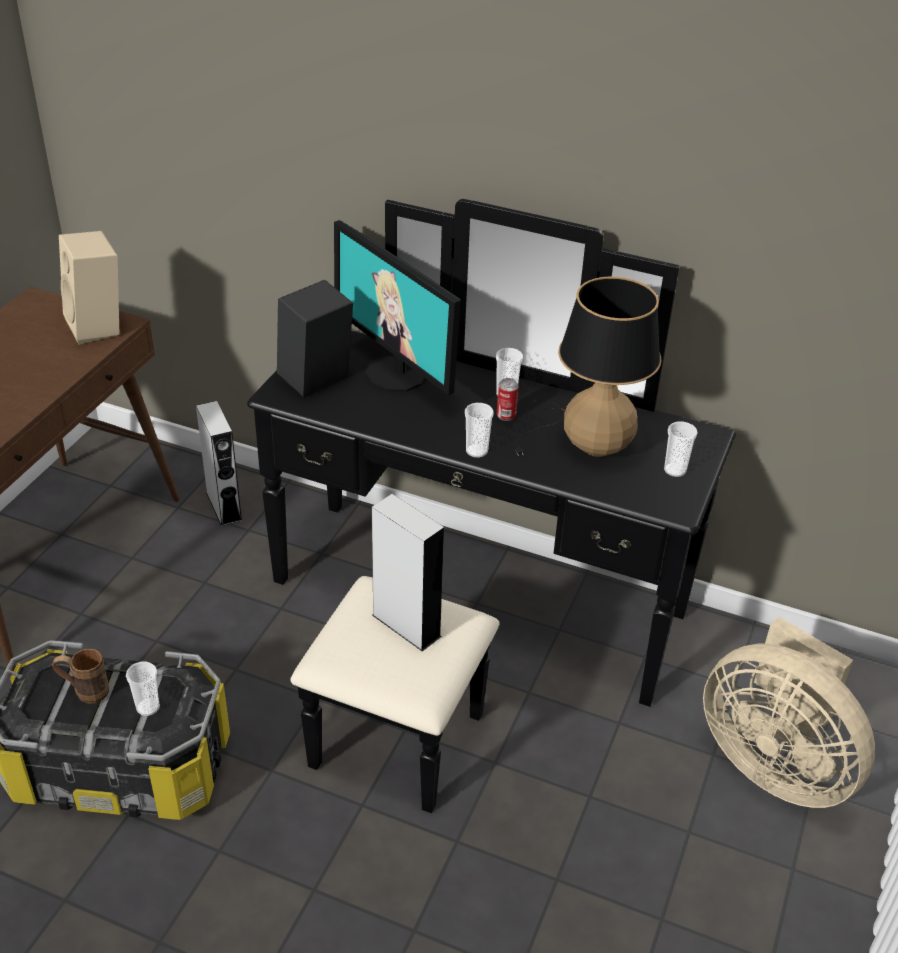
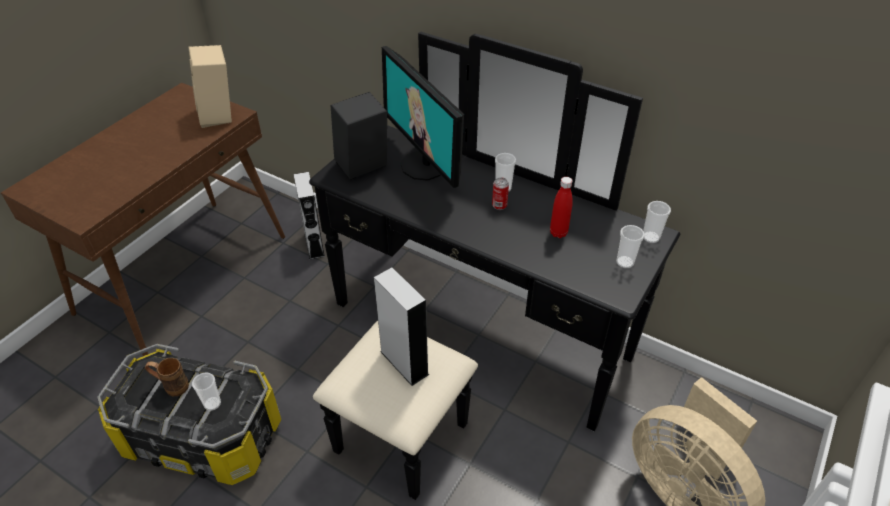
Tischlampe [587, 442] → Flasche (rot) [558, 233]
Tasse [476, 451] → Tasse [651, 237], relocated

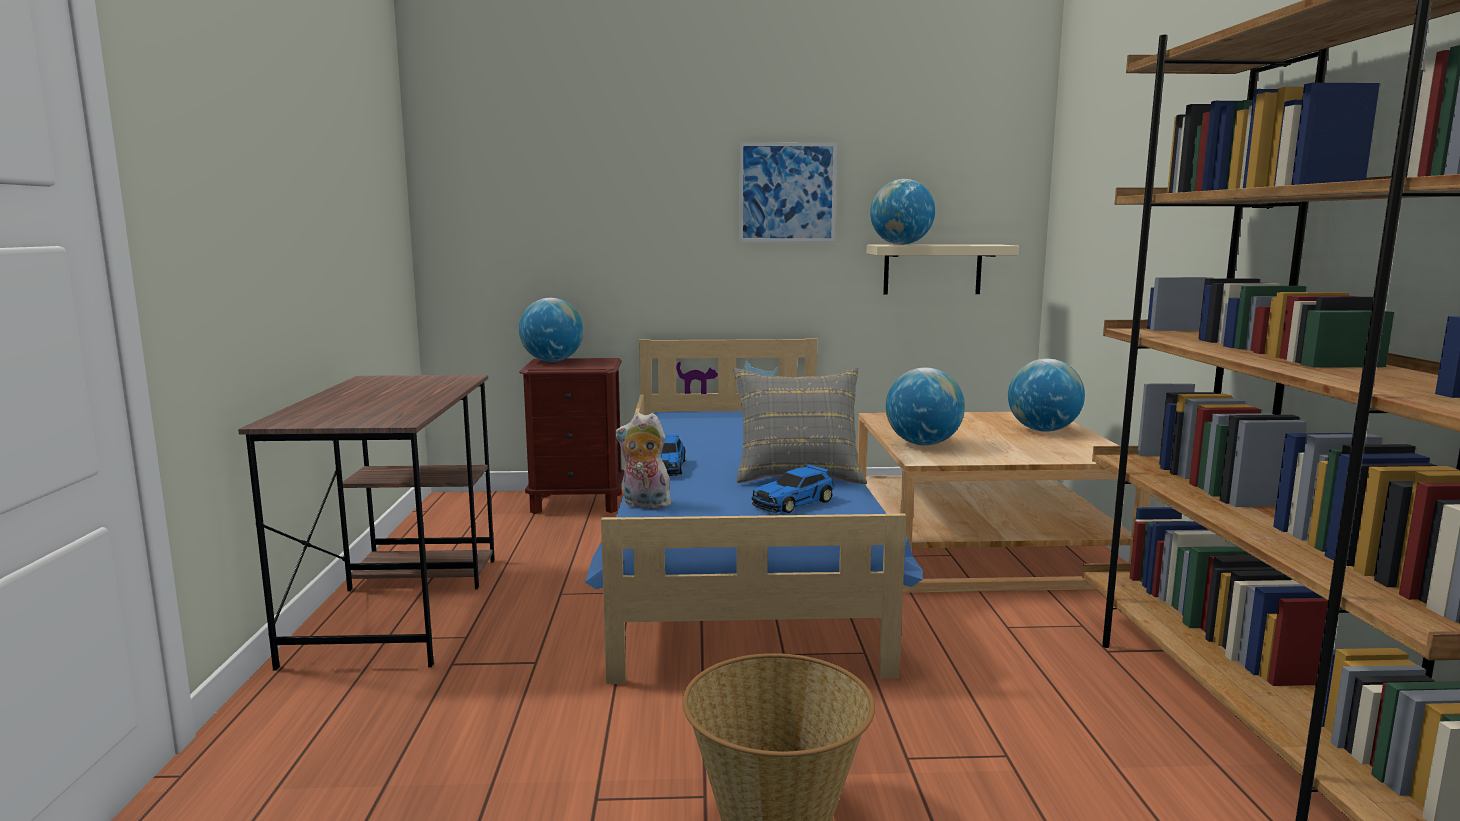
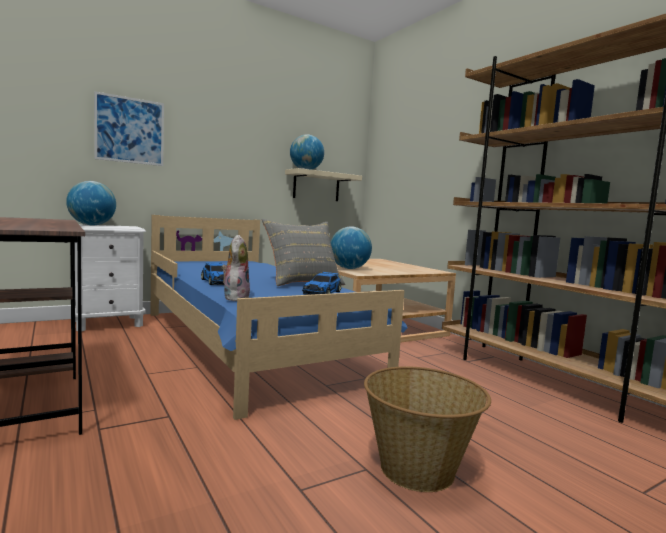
Nachttisch (braun) [577, 503] → Nachttisch (weiß) [109, 323]
Bild [787, 192] → Bild [130, 130], relocated
Plüschtier [644, 505] → Plüschtier [235, 297], 105 degrees clockwise
Globus [1042, 430] → -

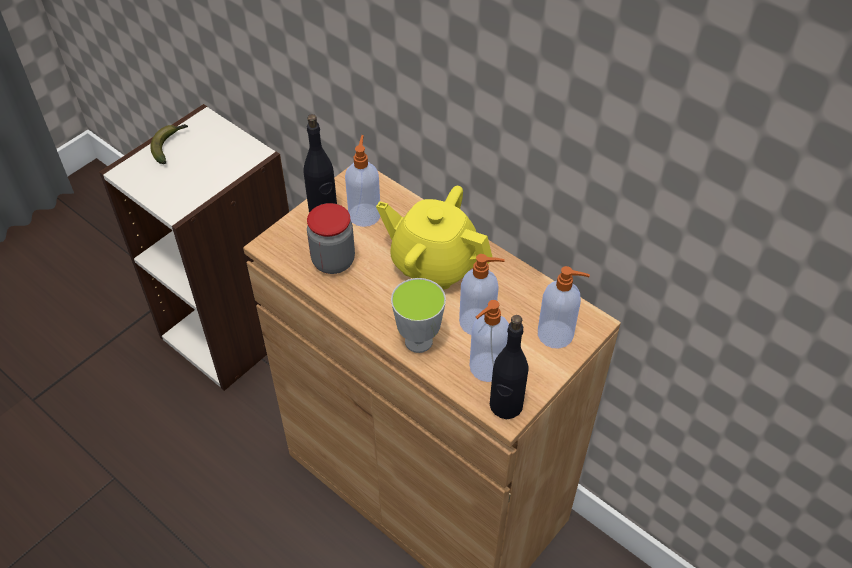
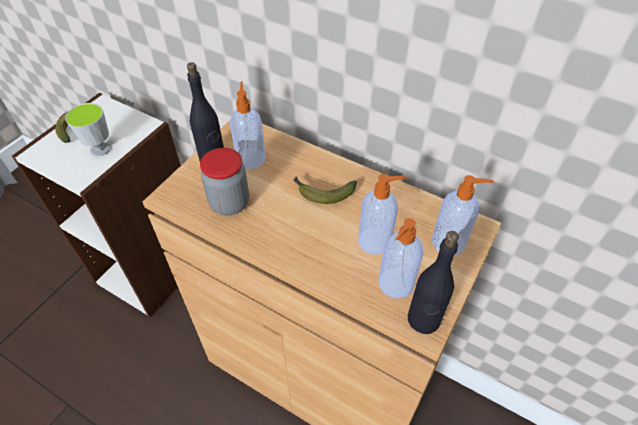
Tasse [418, 341] → Tasse [100, 149], relocated
Teekanne (gelb) [434, 263] → Banane [322, 193]

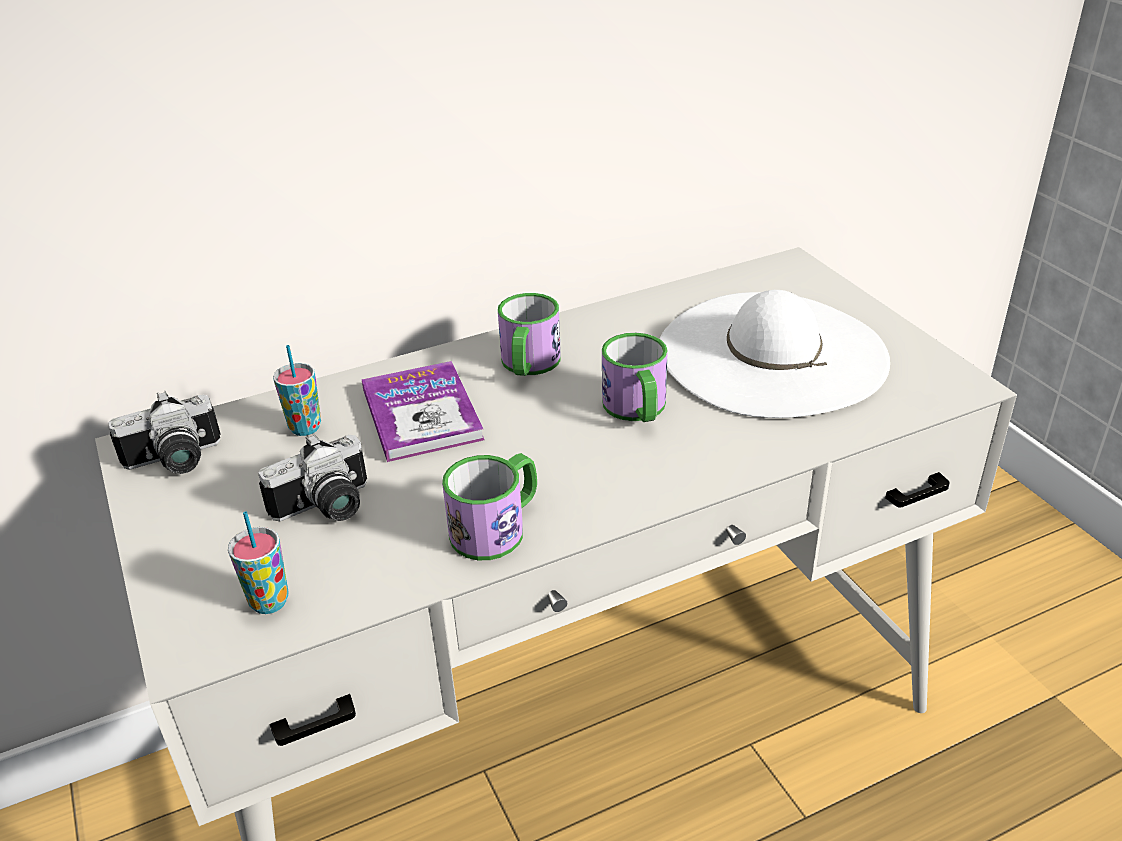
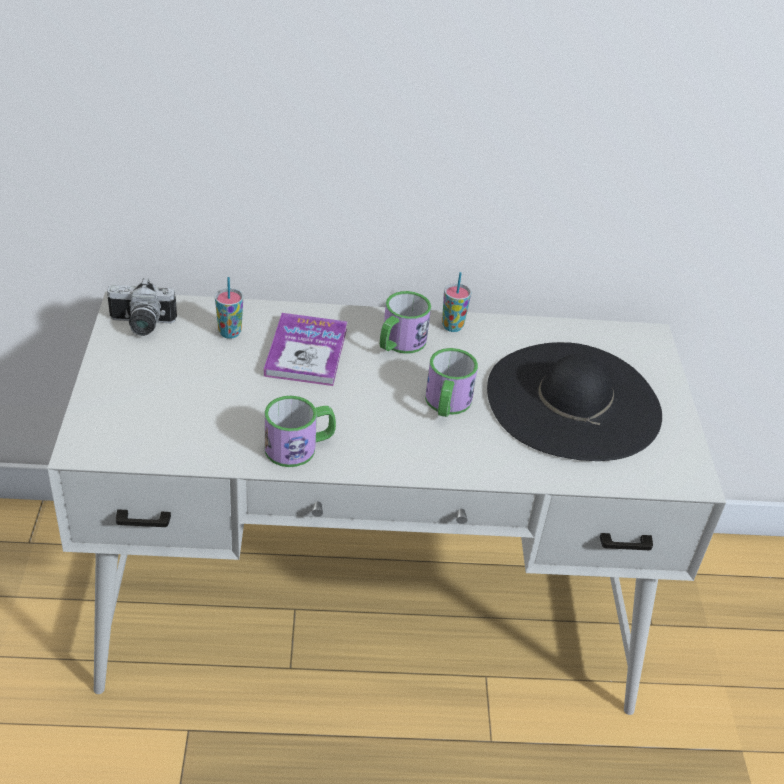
Tasse [269, 602] → Tasse [452, 326], relocated
Hut (weiß) [771, 353] → Hut (schwarz) [573, 400]
Kamera [327, 509] → -

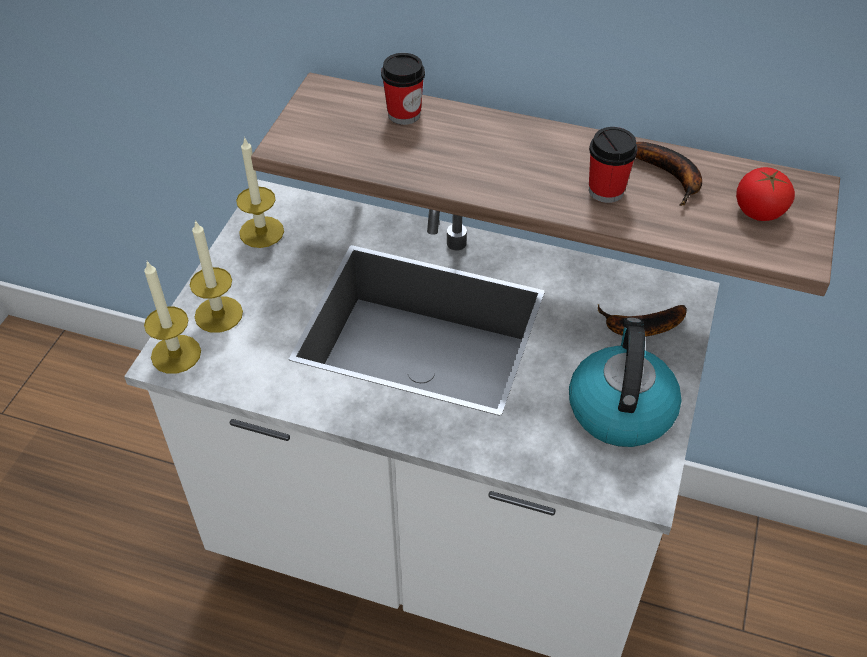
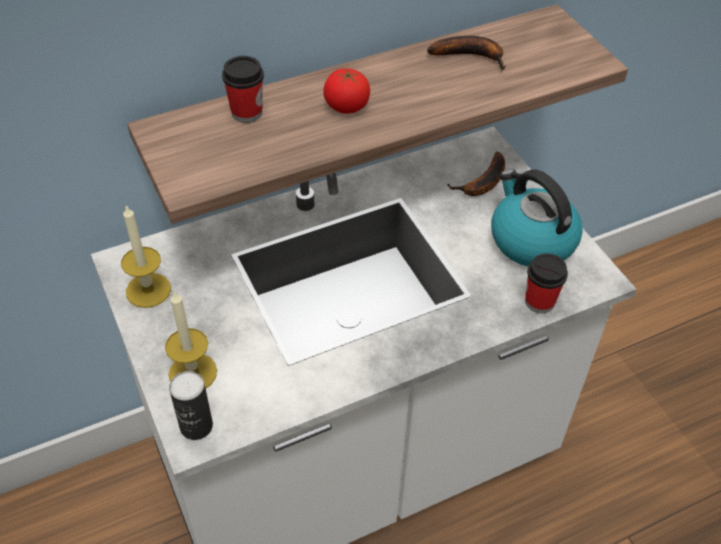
Kerze [176, 354] → Dose [196, 426]
Tomate [759, 211] → Tomate [346, 106], relocated
Tasse [606, 191] → Tasse [539, 301], relocated

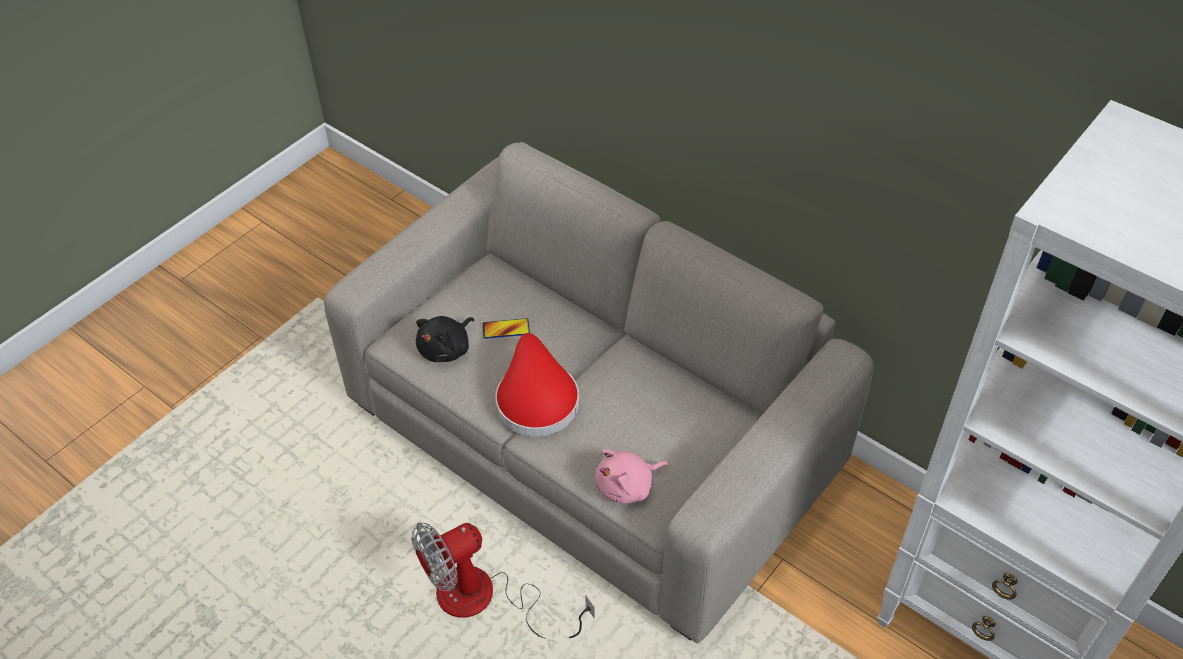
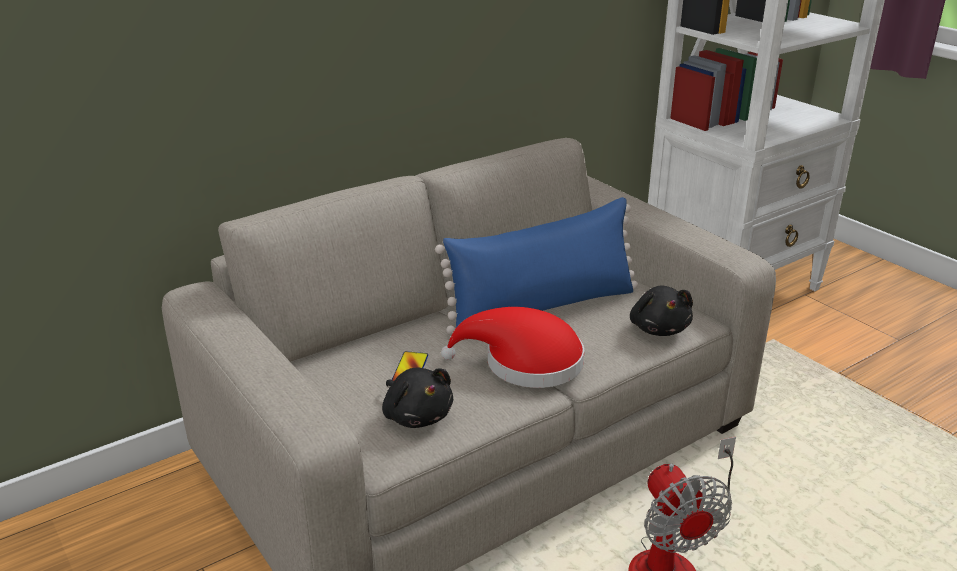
- → Kissen (blau) [543, 307]
Plüschtier (rosa) [628, 486] → Plüschtier (schwarz) [659, 328]

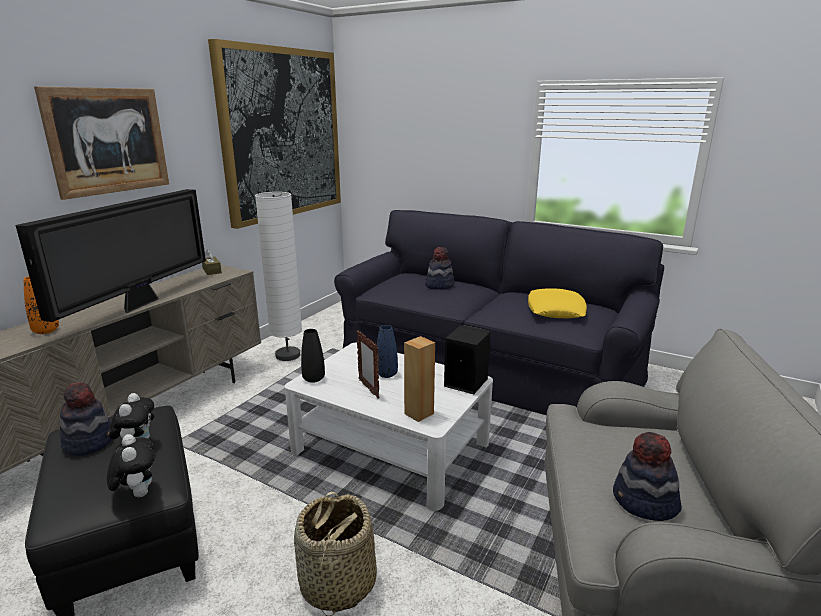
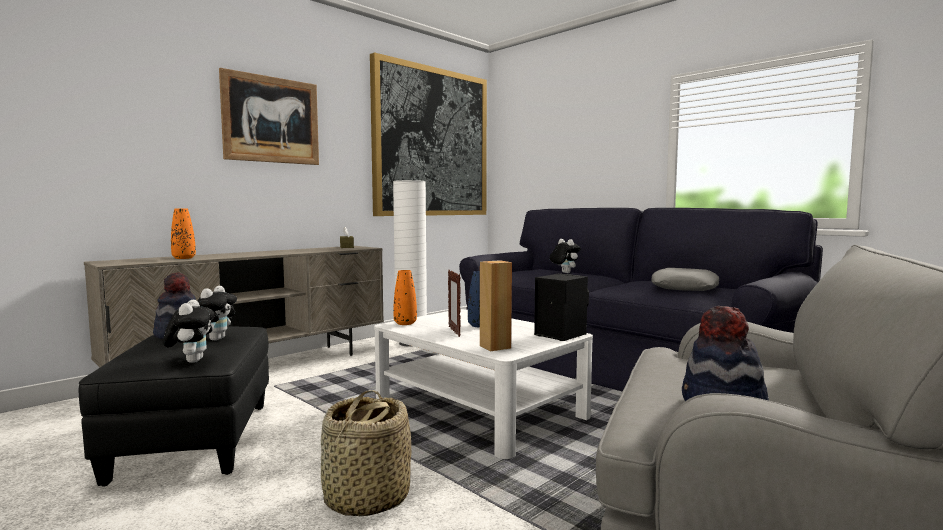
Vase (schwarz) [313, 379] → Vase (orange) [405, 323]
Hut [439, 285] → Plüschtier [564, 273]
Kissen (gelb) [555, 310] → Kissen (grau) [684, 287]
Fernseher [141, 304] → -

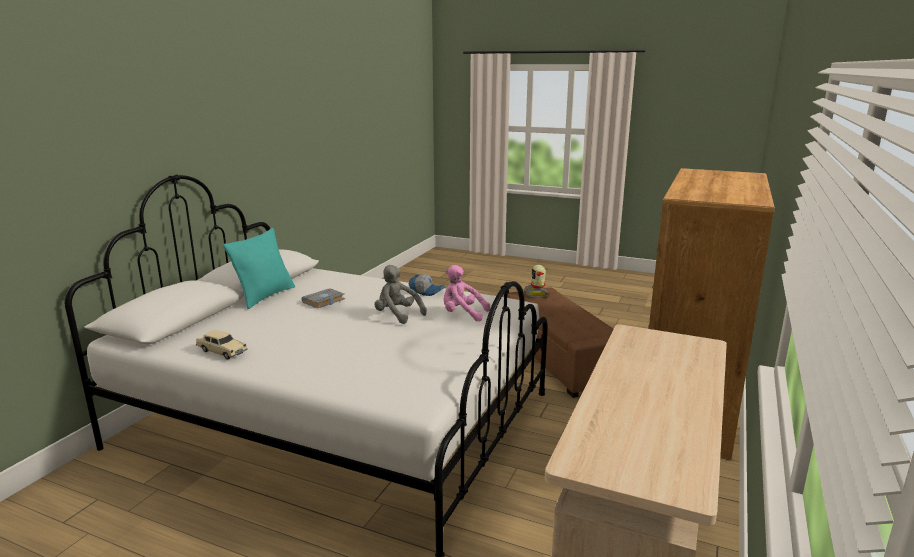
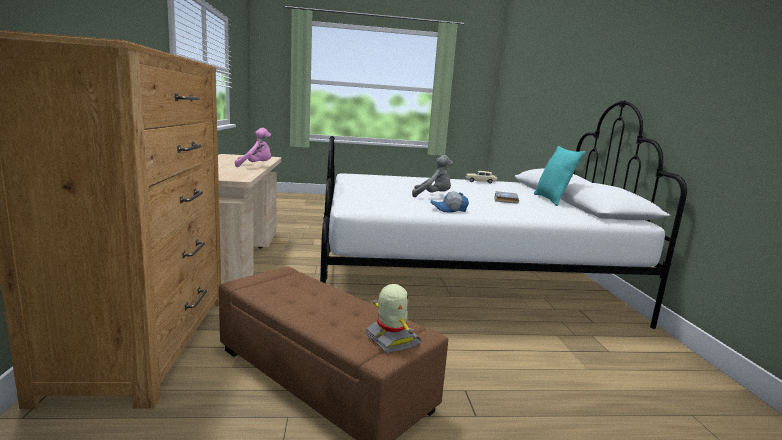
Plüschtier (rosa) [462, 314] → Plüschtier (rosa) [255, 166], relocated

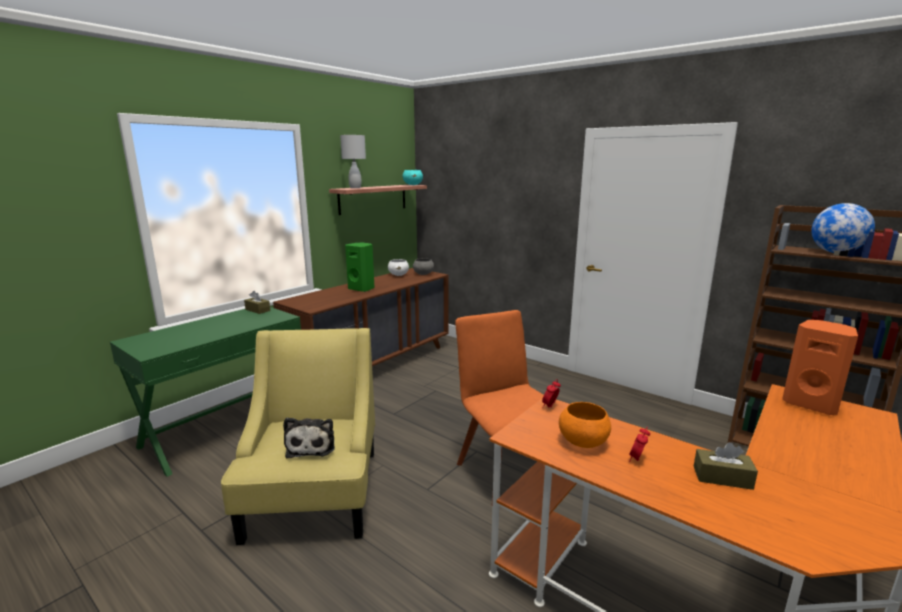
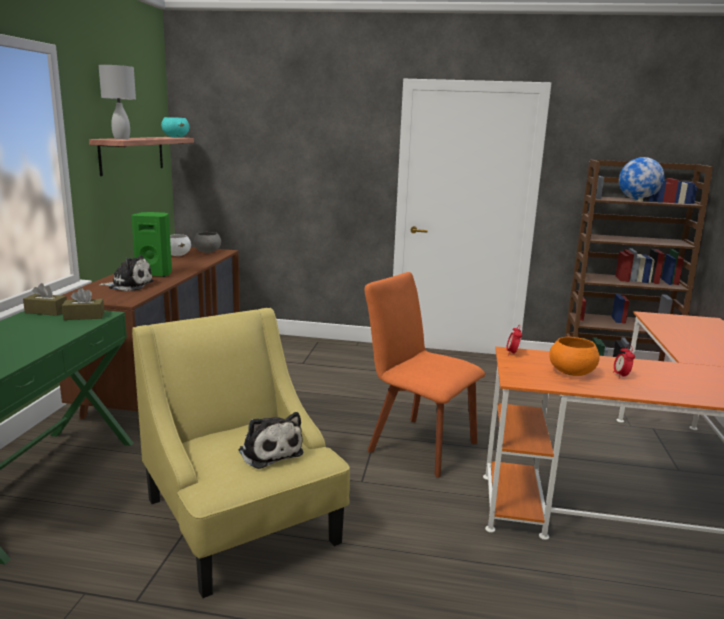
Taschentuchbox (braun) [722, 477] → Taschentuchbox (braun) [84, 316], relocated
- → Plüschtier [129, 285]
Lautsprecher (orange) [810, 404] → -

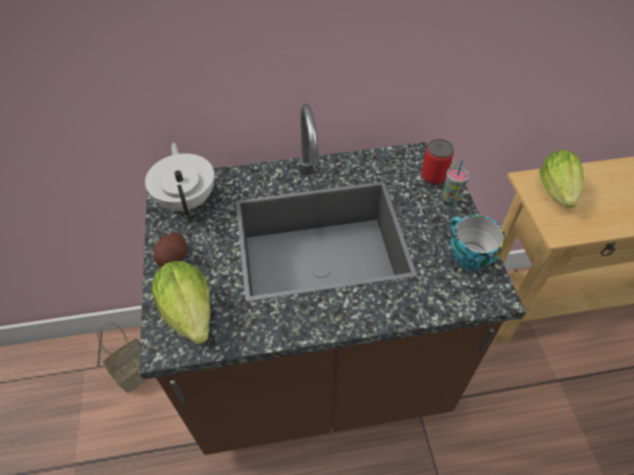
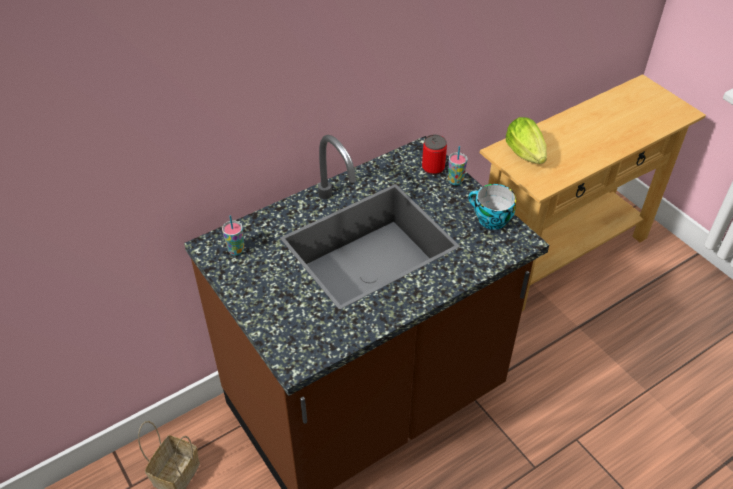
Teekanne (weiß) [187, 200] → Tasse [236, 250]
Salatkopf [191, 317] → -
Kartoffel [172, 258] → -

